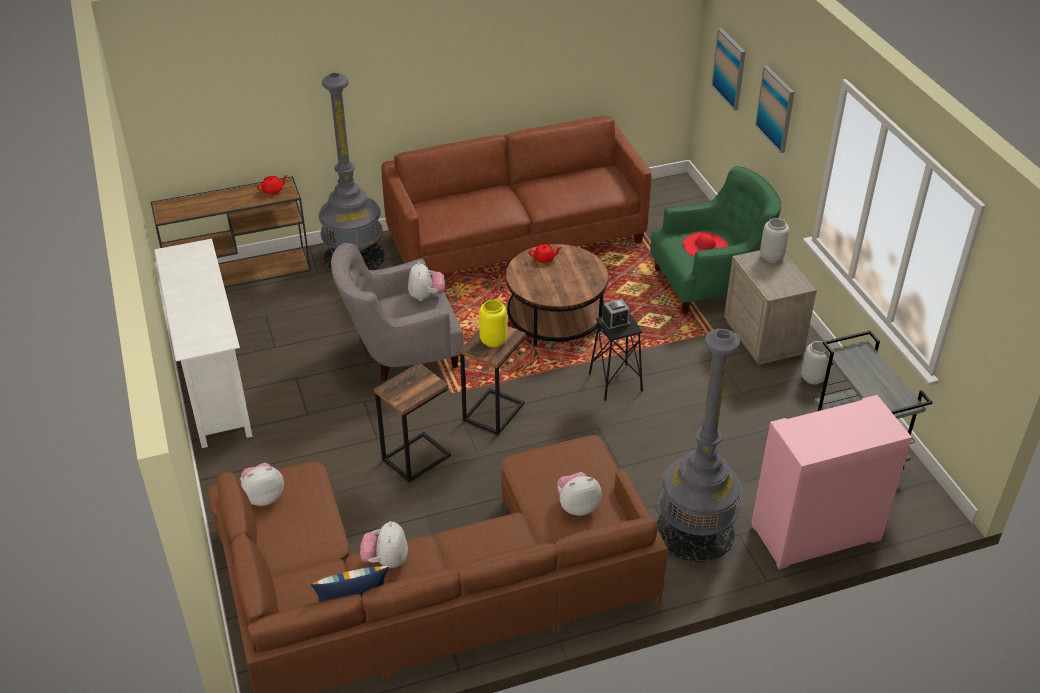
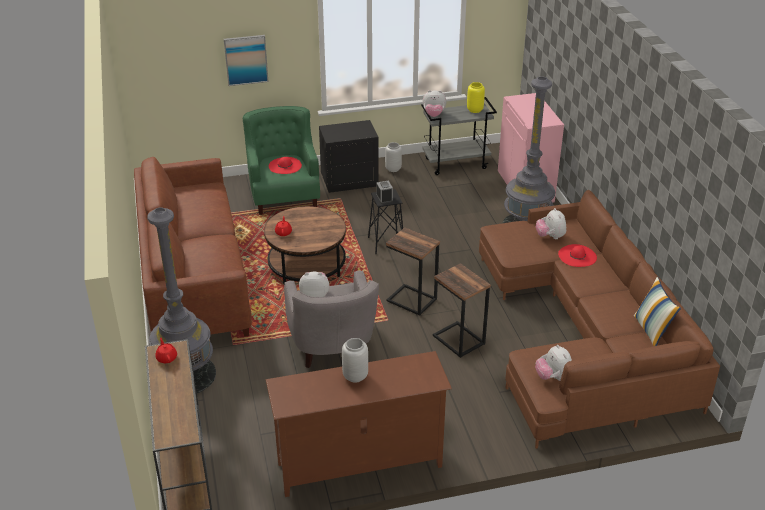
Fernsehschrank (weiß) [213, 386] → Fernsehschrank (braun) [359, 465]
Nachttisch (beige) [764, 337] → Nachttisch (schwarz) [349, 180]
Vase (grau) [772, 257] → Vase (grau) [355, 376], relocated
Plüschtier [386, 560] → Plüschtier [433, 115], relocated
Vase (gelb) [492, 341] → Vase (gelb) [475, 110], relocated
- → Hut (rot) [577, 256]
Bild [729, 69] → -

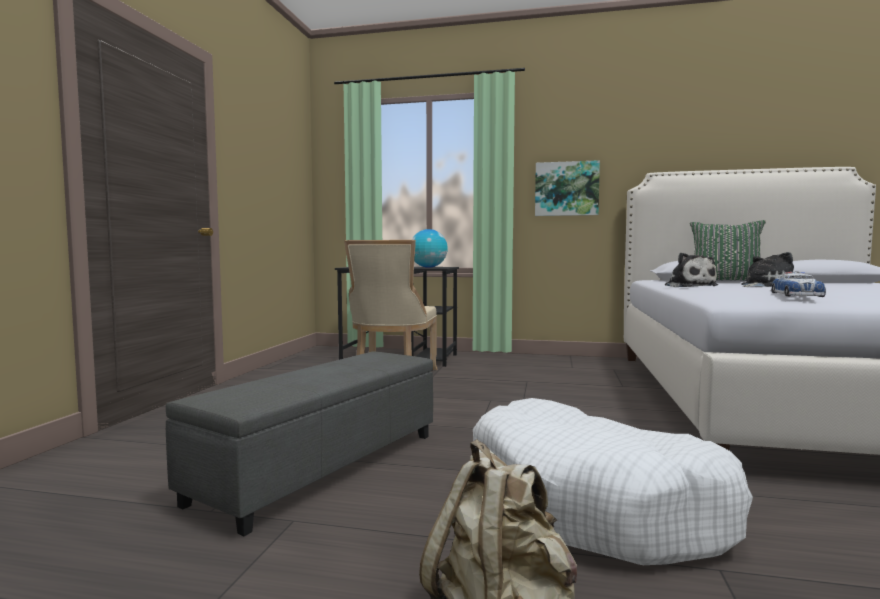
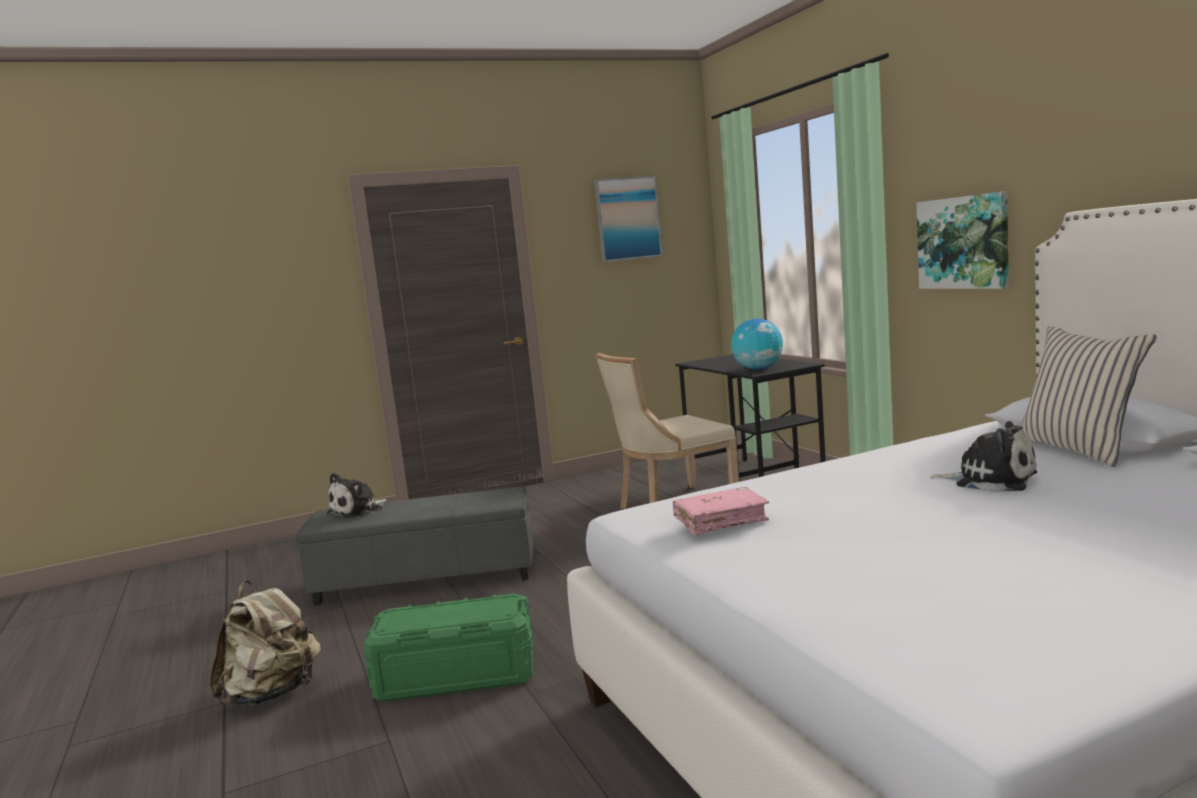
Plüschtier [689, 286] → Plüschtier [358, 511], relocated
Hundebett (weiß) [596, 506] → Aufbewahrungsbox (grün) [456, 675]
- → Bild [628, 218]
Spielzeugauto [796, 295] → Buch (rosa) [720, 520]
Kissen (grün) [725, 281] → Kissen (beige) [1078, 449]

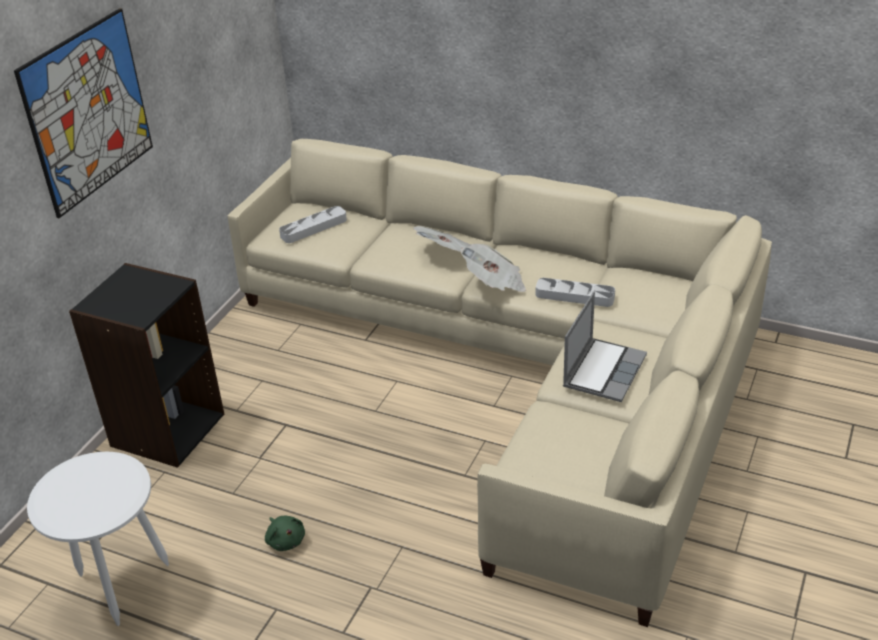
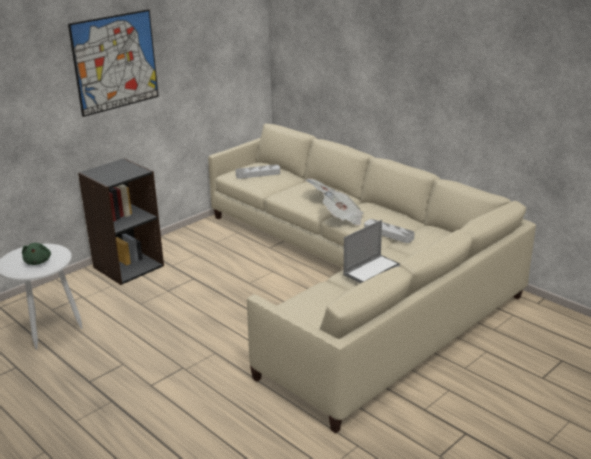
Plüschtier (grün) [285, 540] → Plüschtier (grün) [38, 262], relocated

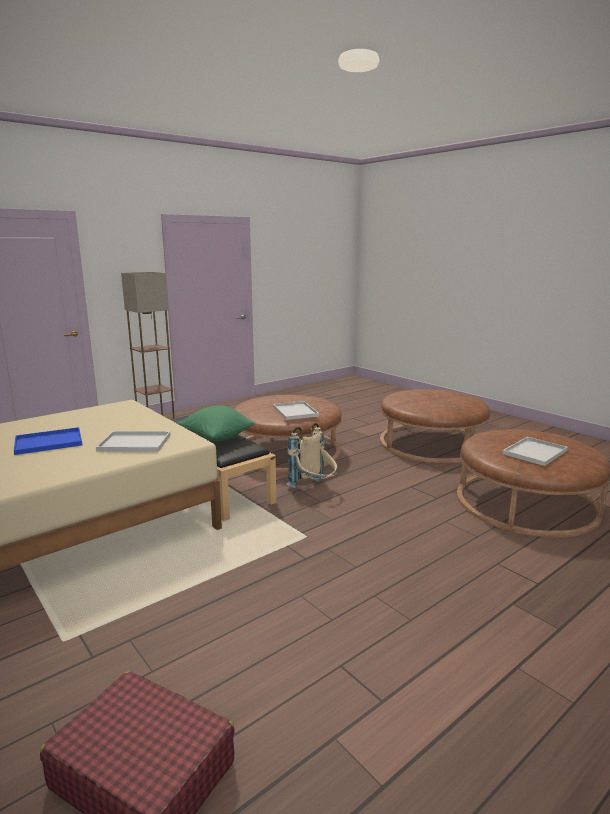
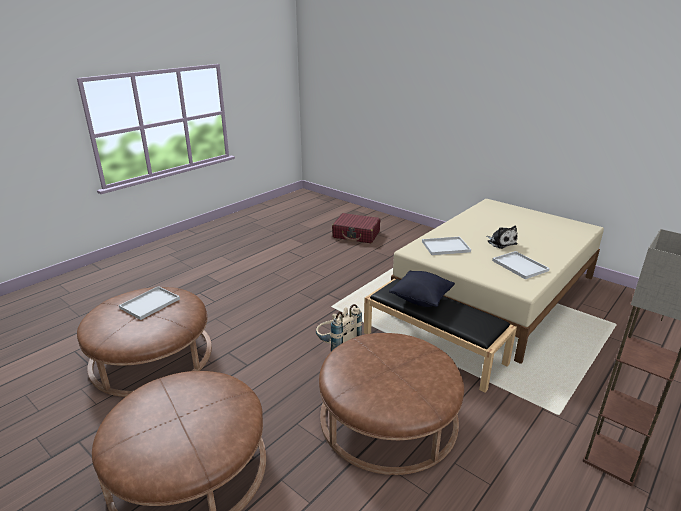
Kissen (grün) [216, 438] → Kissen (schwarz) [421, 299]
Tablett (blau) [47, 442] → Plüschtier [501, 242]
Tablett (weiß) [294, 411] → Tablett (weiß) [521, 266], relocated

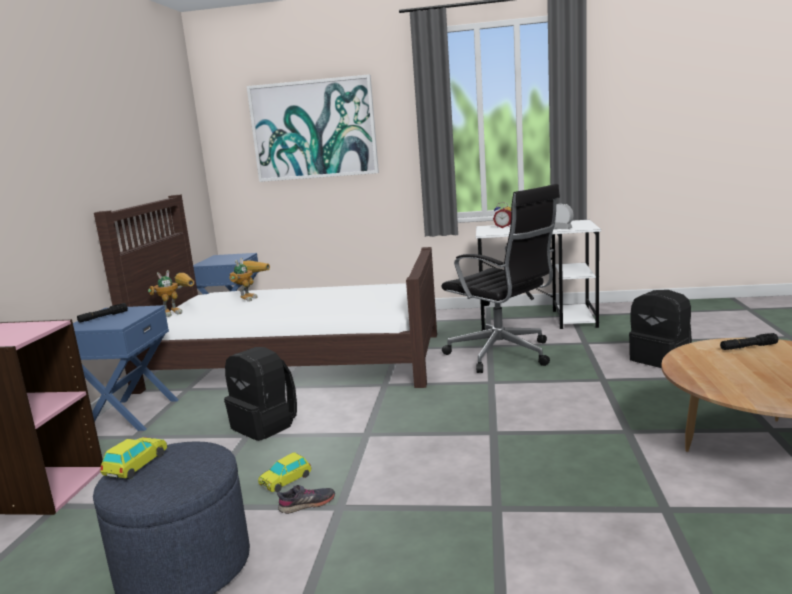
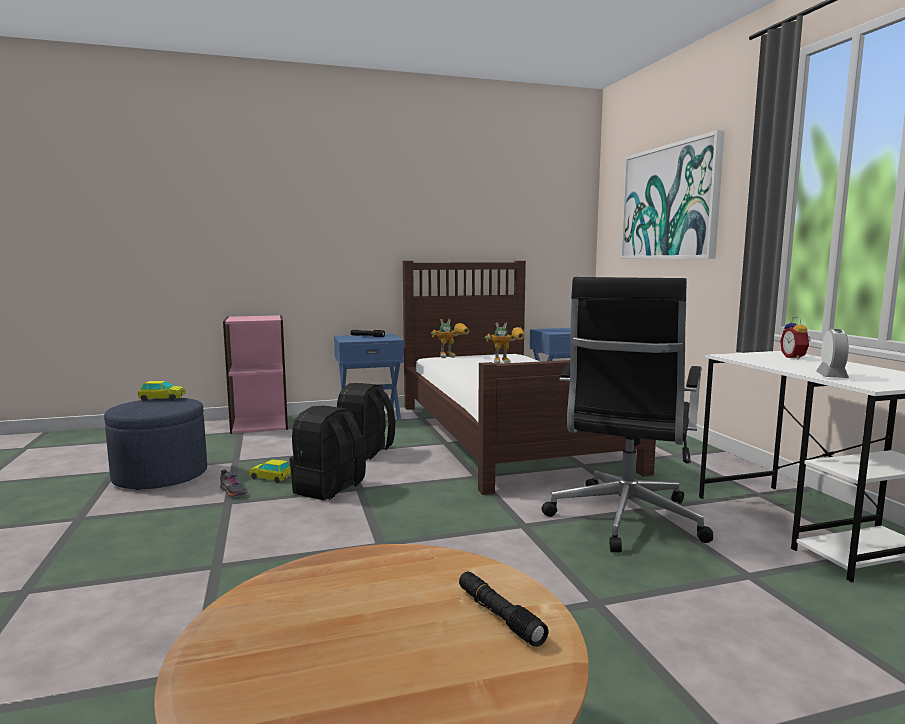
Rucksack (schwarz) [661, 359] → Rucksack (schwarz) [329, 489], relocated
Spielzeugroboter [178, 312] → Spielzeugroboter [452, 356], 45 degrees counterclockwise

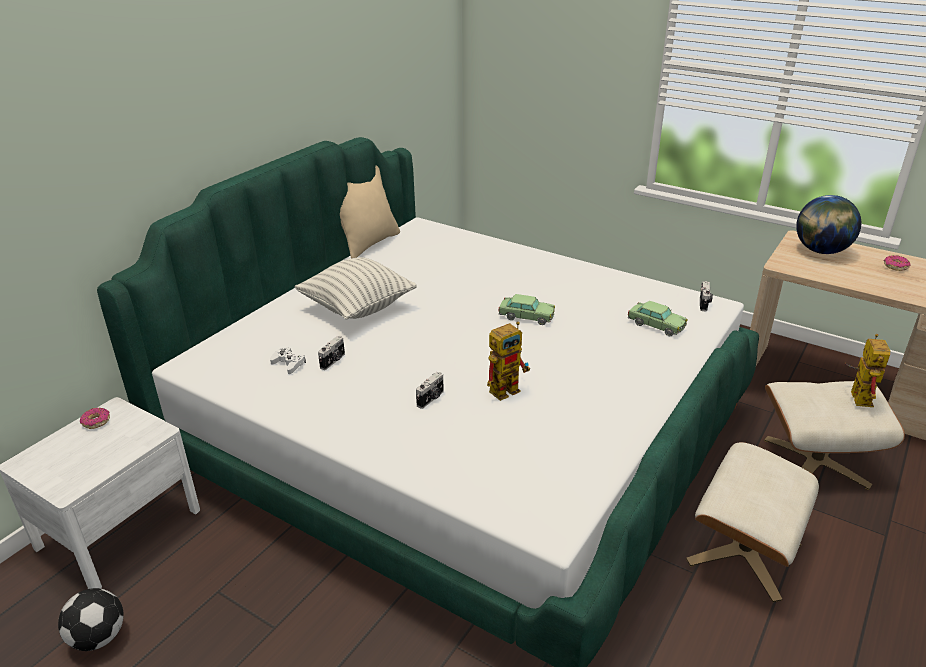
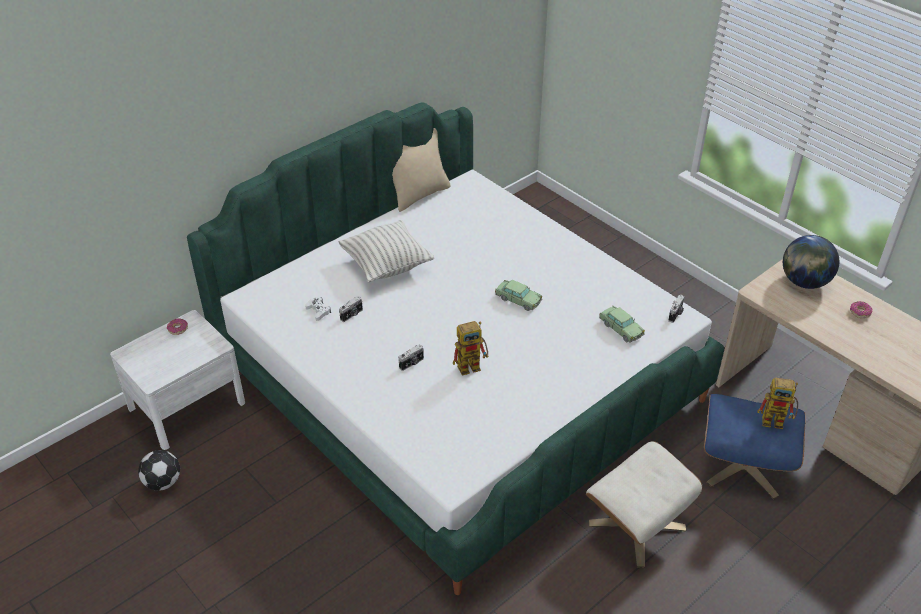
Polsterhocker (beige) [815, 462] → Polsterhocker (blau) [743, 465]
Spielzeugroboter [857, 395] → Spielzeugroboter [777, 421], 75 degrees clockwise

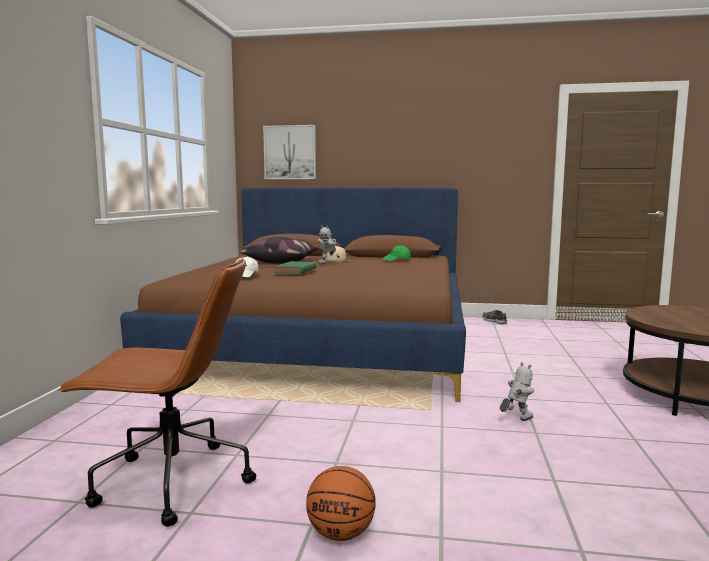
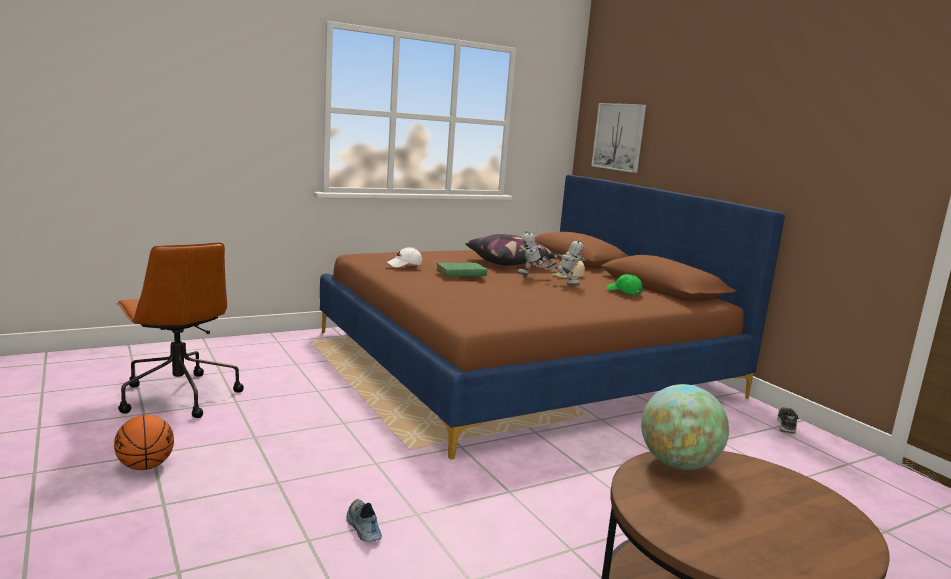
- → Schuh [362, 527]
Spielzeugroboter [516, 420] → Spielzeugroboter [565, 283], relocated
- → Globus [678, 464]

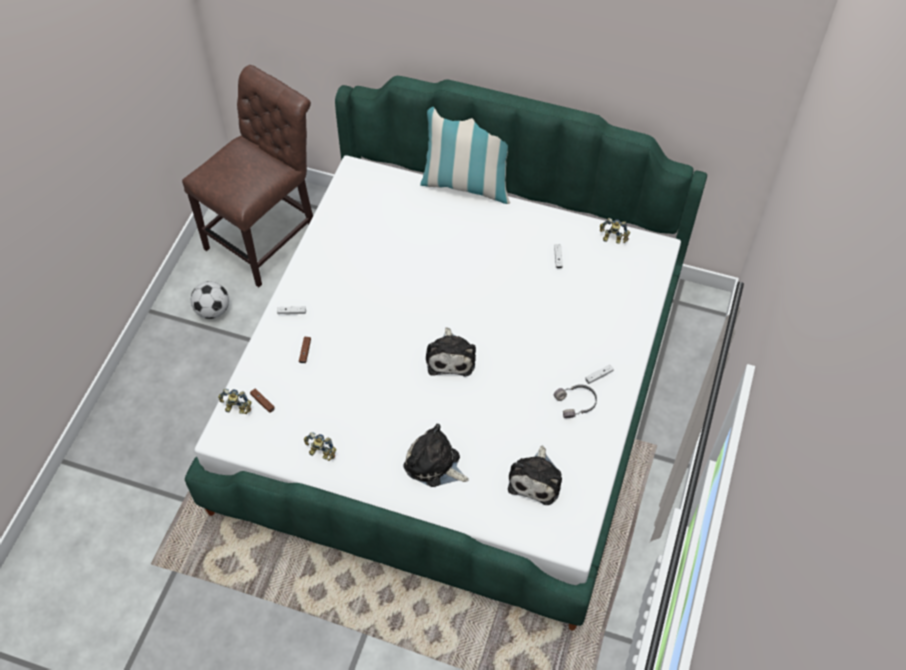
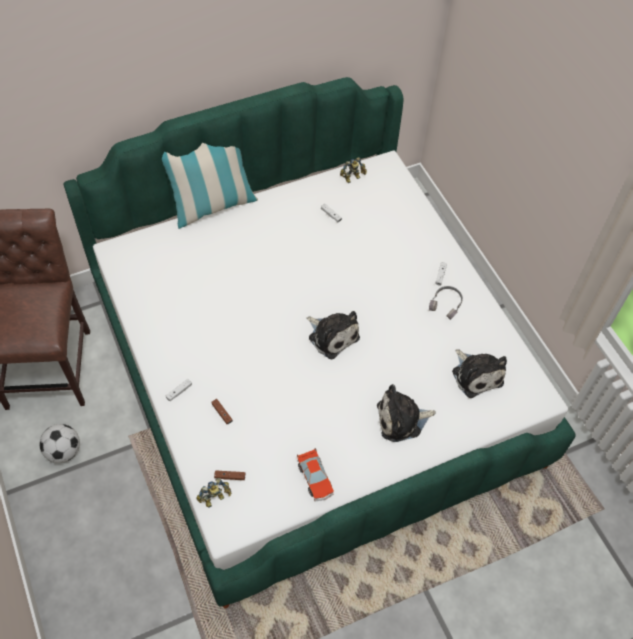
Spielzeugroboter [320, 454] → Spielzeugauto [315, 479]

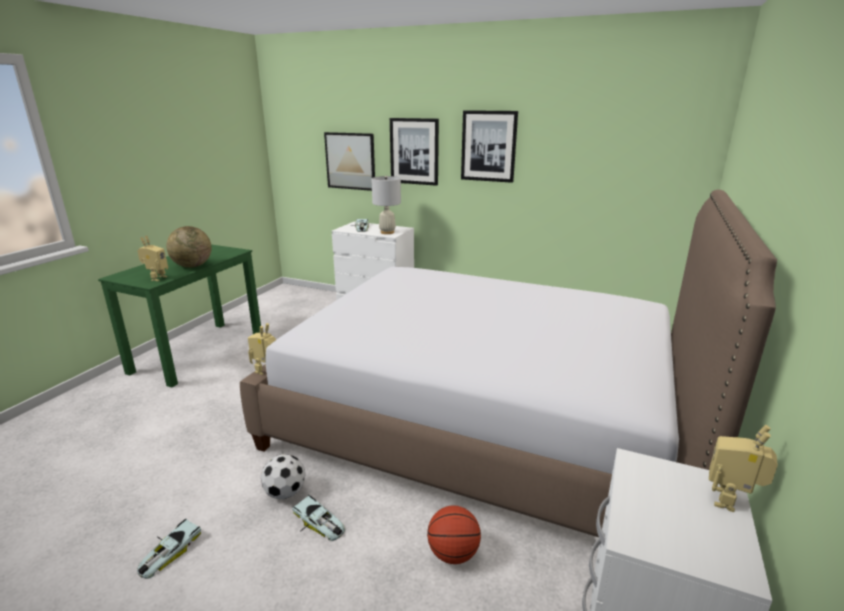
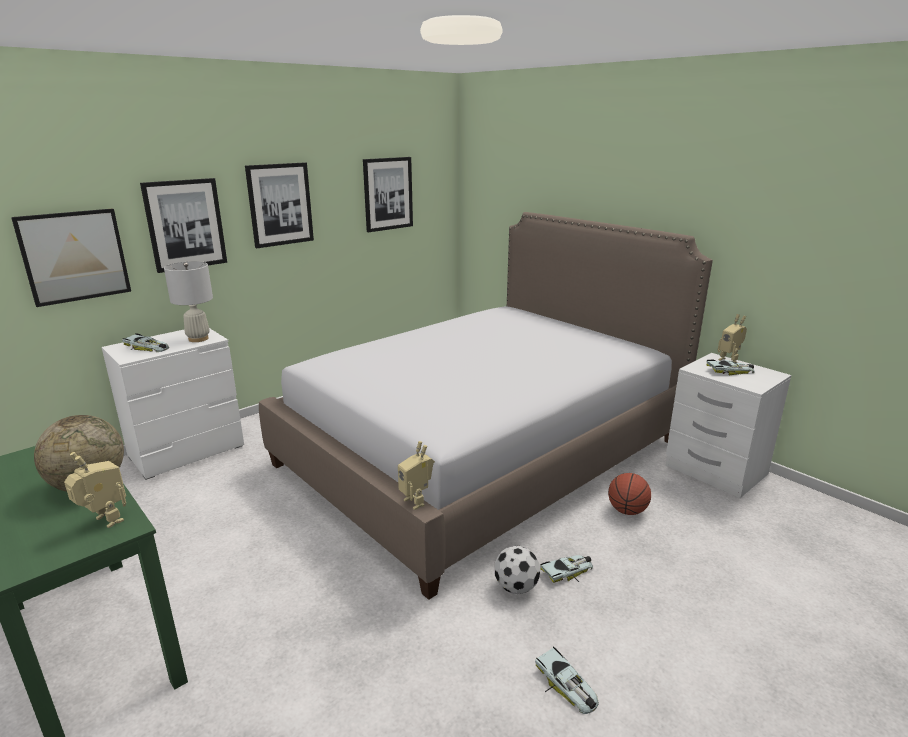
- → Bild [388, 194]
- → Spielzeugauto [731, 371]

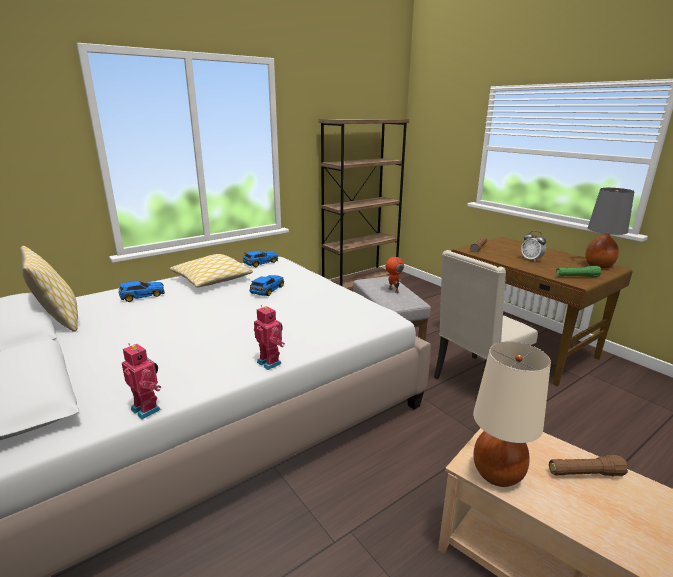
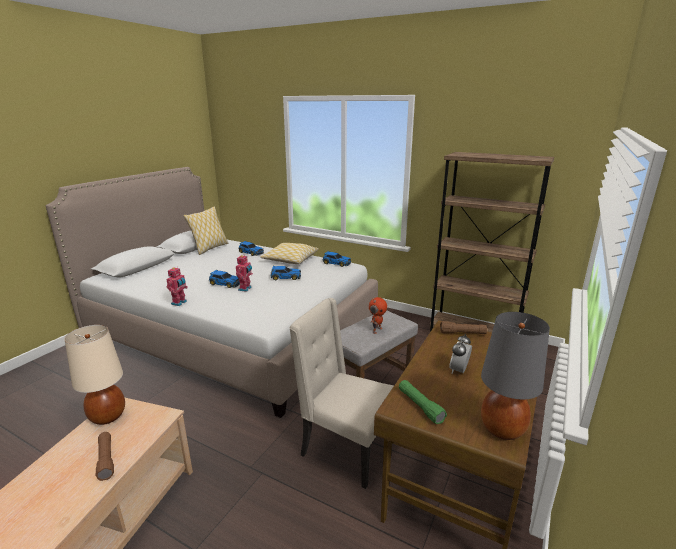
- → Spielzeugauto [225, 283]
Spielzeugroboter [147, 408] → Spielzeugroboter [245, 289], relocated

